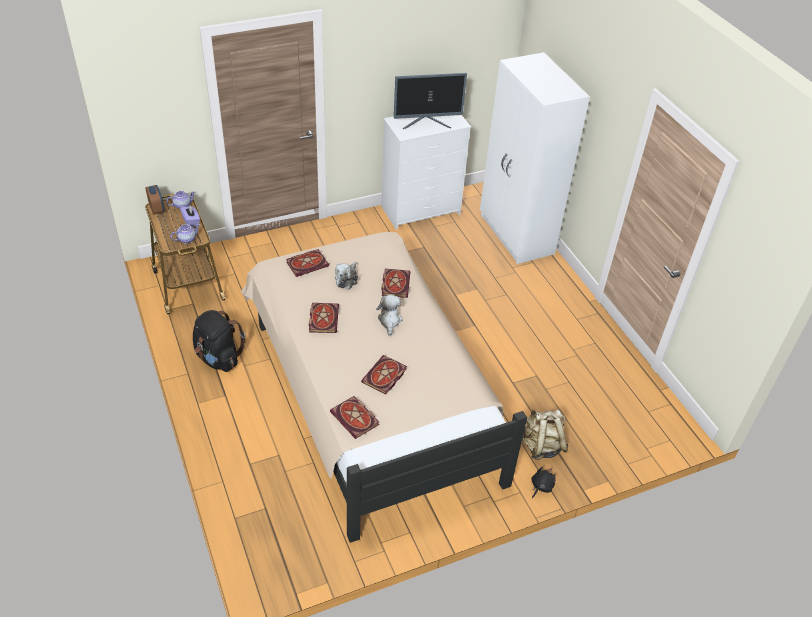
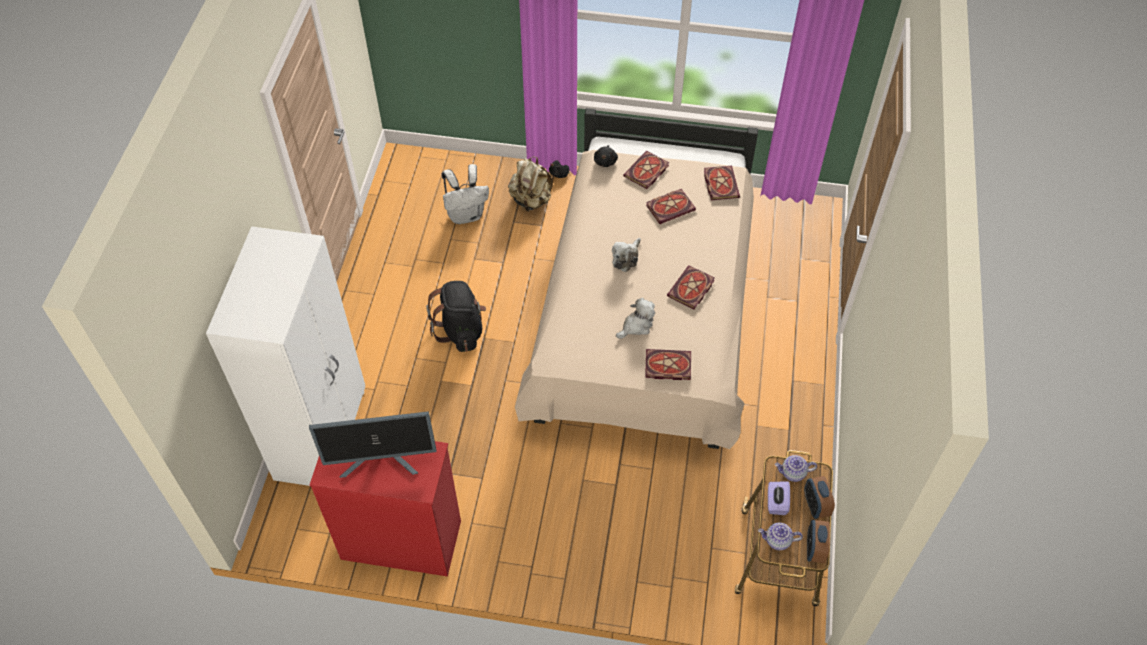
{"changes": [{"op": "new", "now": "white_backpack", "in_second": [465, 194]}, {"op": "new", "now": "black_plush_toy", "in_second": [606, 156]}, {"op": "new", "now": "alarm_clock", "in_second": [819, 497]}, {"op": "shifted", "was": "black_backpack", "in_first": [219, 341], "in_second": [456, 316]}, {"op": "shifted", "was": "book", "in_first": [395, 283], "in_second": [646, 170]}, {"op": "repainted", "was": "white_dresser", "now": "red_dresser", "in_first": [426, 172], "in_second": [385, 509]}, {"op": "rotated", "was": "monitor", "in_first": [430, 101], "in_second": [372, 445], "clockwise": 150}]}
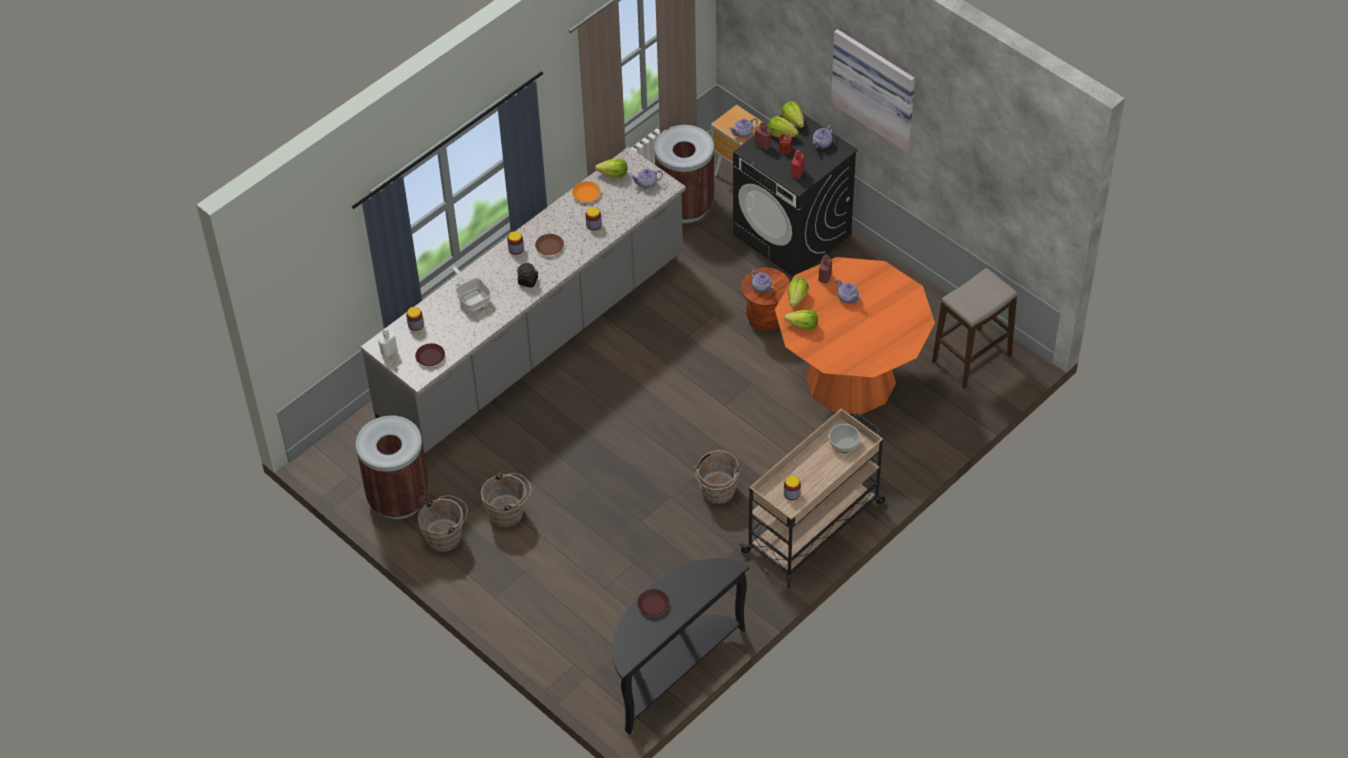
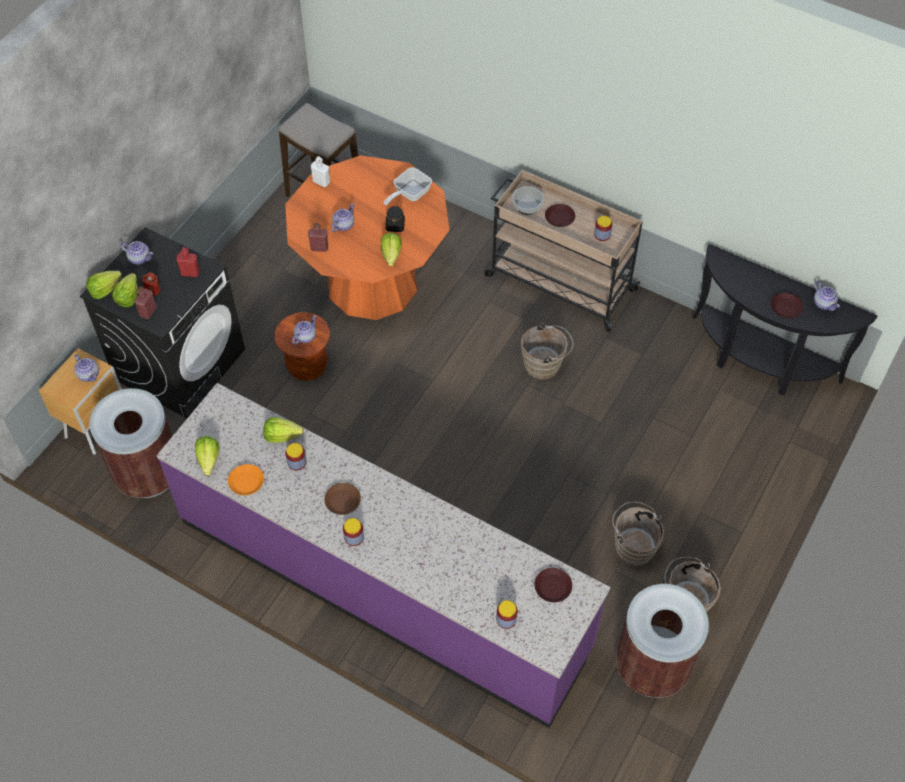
{"changes": [{"op": "gone", "was": "picture", "in_first": [873, 90]}, {"op": "new", "now": "brown_plate", "in_second": [560, 215]}, {"op": "shifted", "was": "white_bottle", "in_first": [387, 342], "in_second": [320, 171]}, {"op": "shifted", "was": "frying_pan", "in_first": [471, 288], "in_second": [408, 186]}, {"op": "shifted", "was": "black_jar", "in_first": [528, 275], "in_second": [395, 218]}, {"op": "shifted", "was": "teapot", "in_first": [646, 178], "in_second": [827, 296]}, {"op": "shifted", "was": "lettuce", "in_first": [798, 292], "in_second": [283, 430]}, {"op": "repainted", "was": "grey_counter", "now": "purple_counter", "in_first": [523, 300], "in_second": [383, 555]}]}
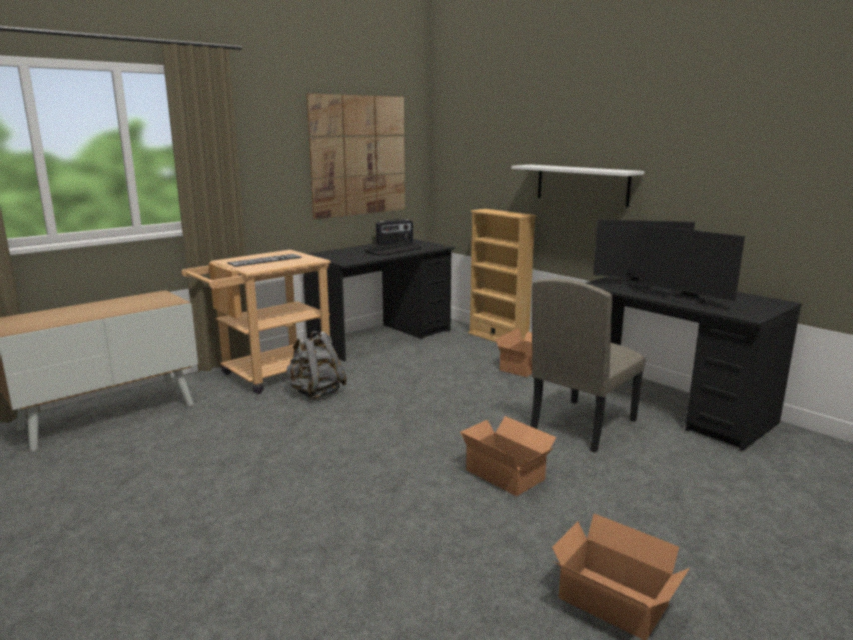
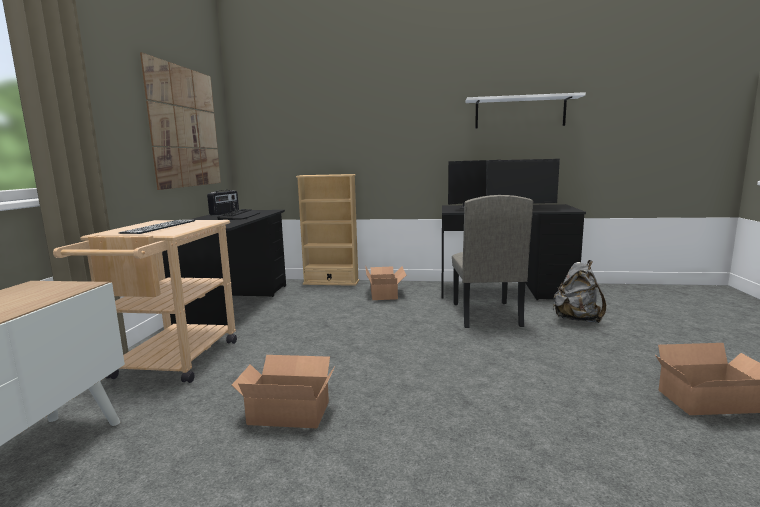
{"changes": [{"op": "shifted", "was": "grey_backpack", "in_first": [316, 365], "in_second": [579, 291]}, {"op": "shifted", "was": "cardboard_box", "in_first": [508, 456], "in_second": [283, 391]}, {"op": "shifted", "was": "white_shelf", "in_first": [578, 186], "in_second": [525, 110]}]}
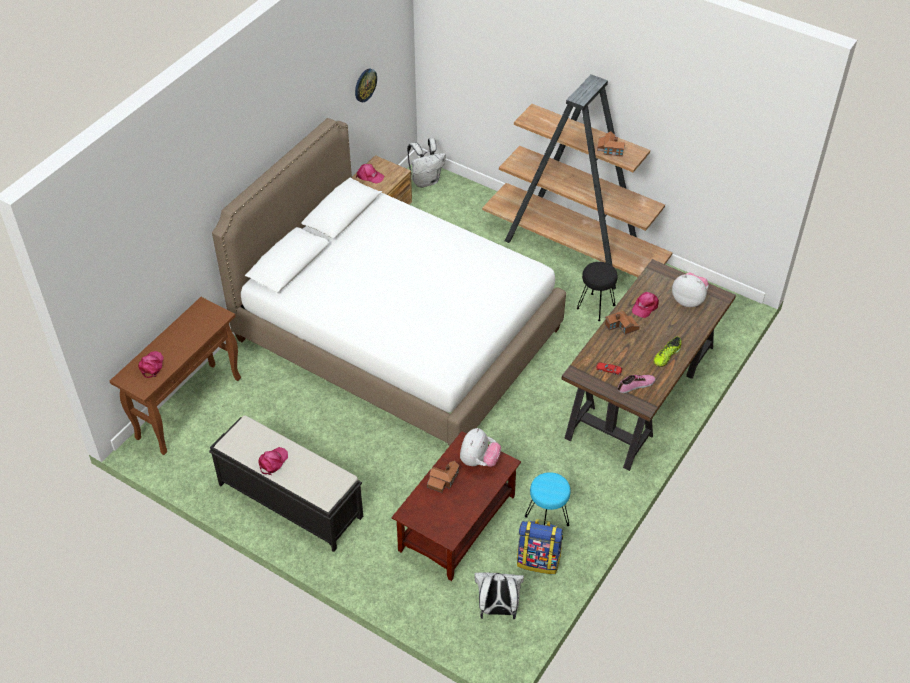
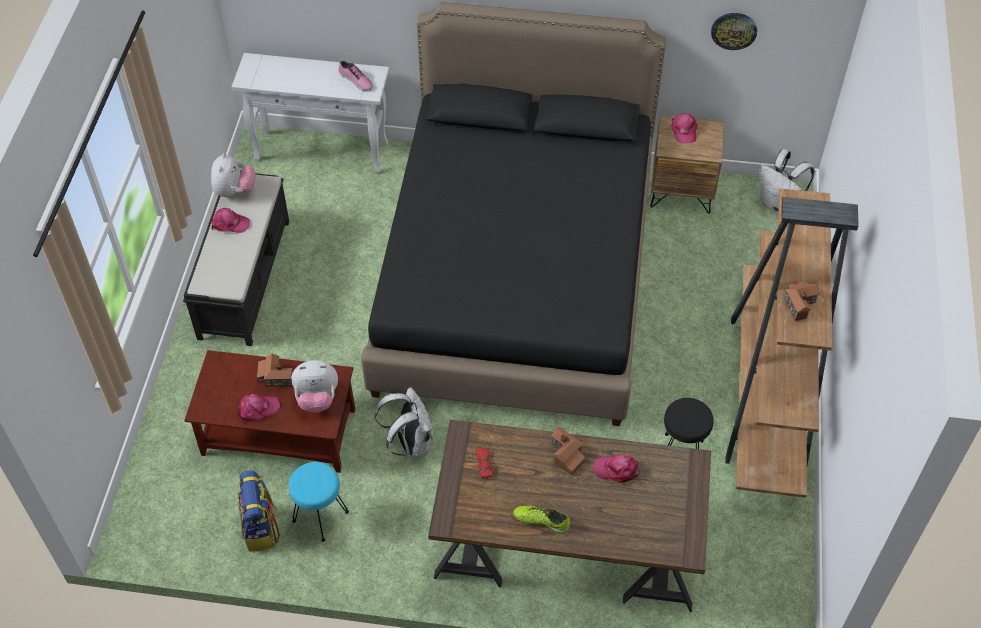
{"changes": [{"op": "shifted", "was": "pink_cap", "in_first": [151, 364], "in_second": [258, 408]}, {"op": "shifted", "was": "white_backpack", "in_first": [499, 595], "in_second": [404, 422]}, {"op": "shifted", "was": "shoe", "in_first": [636, 384], "in_second": [355, 75]}, {"op": "shifted", "was": "plush_toy", "in_first": [690, 289], "in_second": [233, 175]}, {"op": "repainted", "was": "brown_console_table", "now": "white_console_table", "in_first": [175, 376], "in_second": [310, 113]}, {"op": "repainted", "was": "white_bed", "now": "black_bed", "in_first": [389, 282], "in_second": [513, 214]}]}
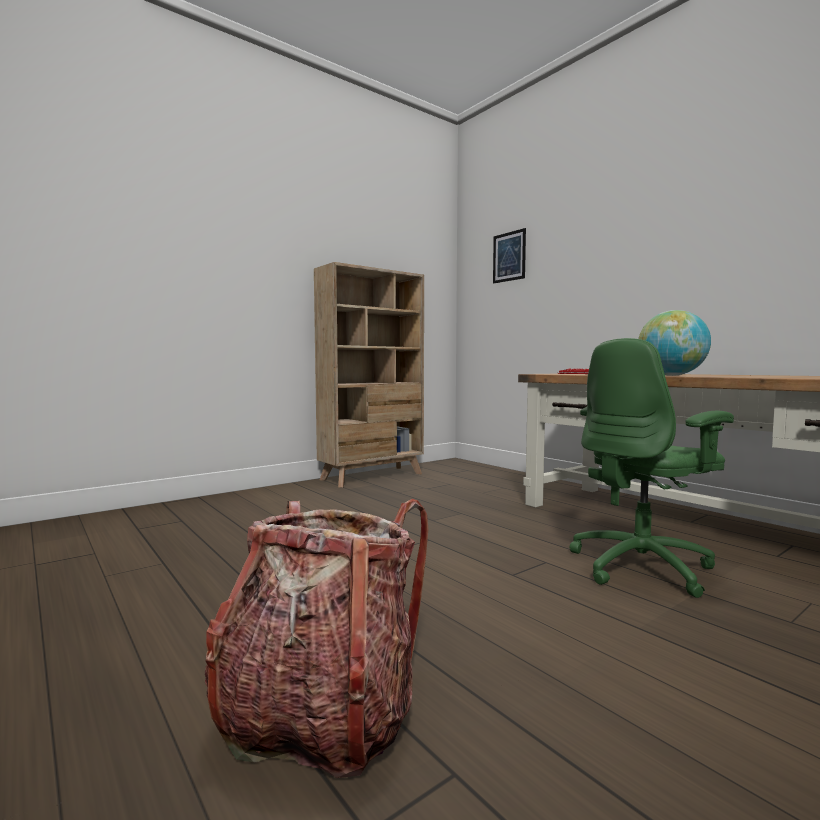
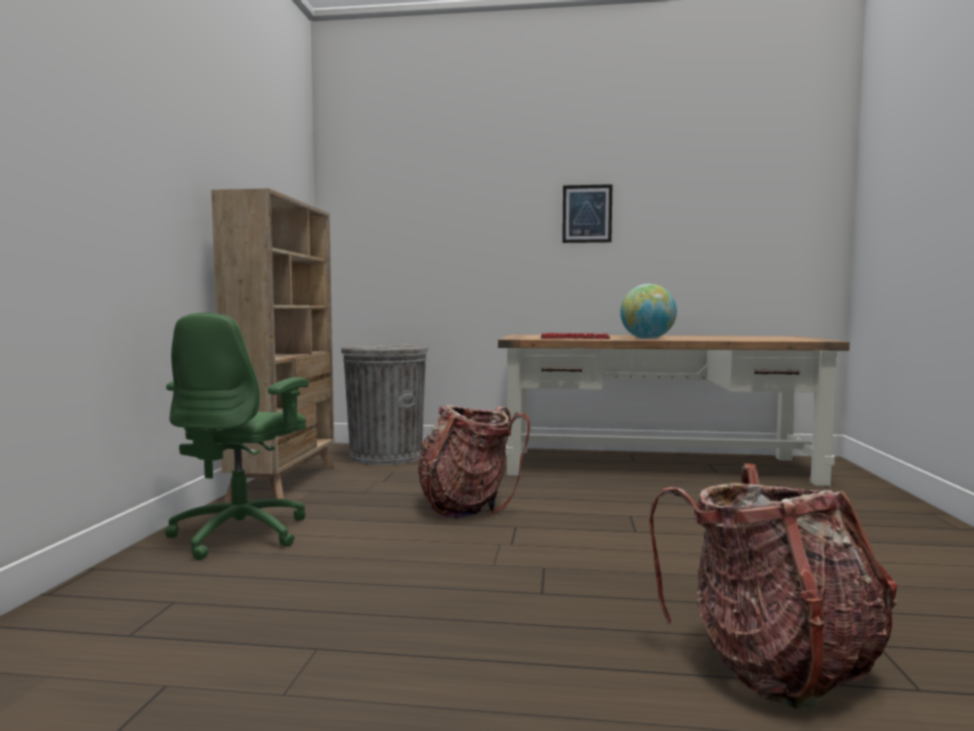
{"changes": [{"op": "new", "now": "grey_trash_can", "in_second": [384, 404]}, {"op": "new", "now": "backpack", "in_second": [474, 462]}, {"op": "shifted", "was": "picture", "in_first": [509, 256], "in_second": [587, 213]}, {"op": "shifted", "was": "green_office_chair", "in_first": [651, 468], "in_second": [237, 436]}]}
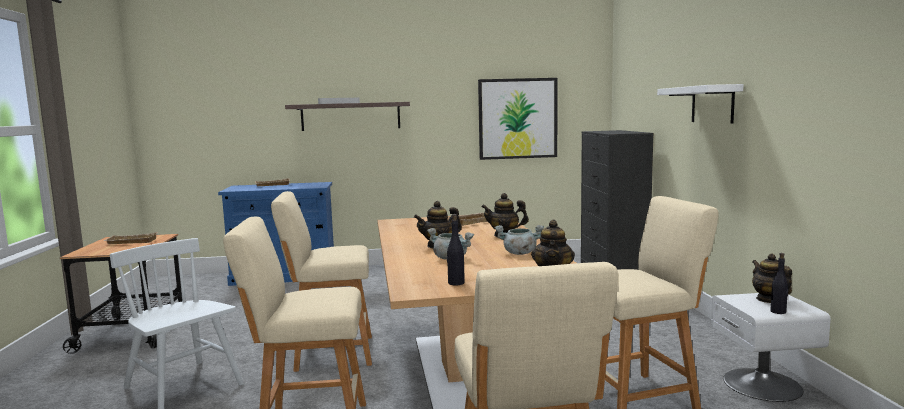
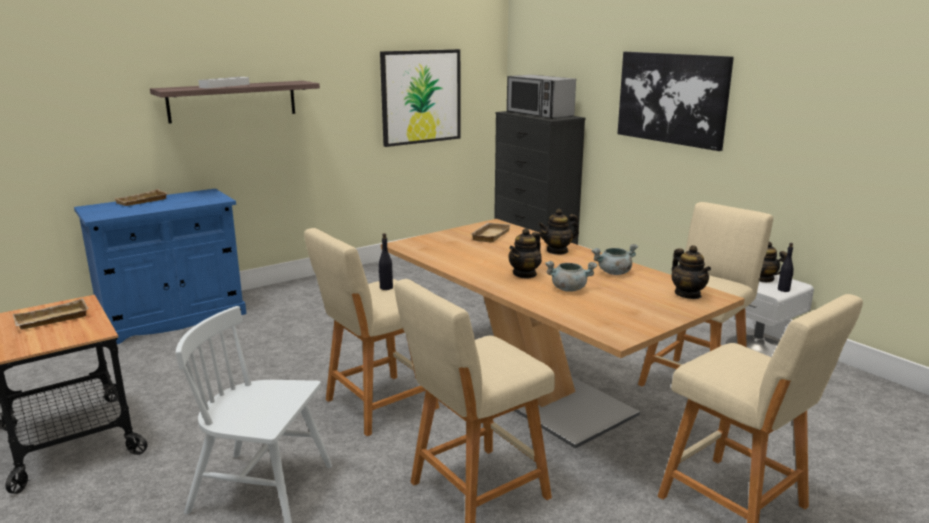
{"changes": [{"op": "new", "now": "microwave", "in_second": [541, 97]}, {"op": "shifted", "was": "black_bottle", "in_first": [456, 250], "in_second": [385, 261]}, {"op": "swapped", "was": "white_shelf", "now": "picture", "in_first": [700, 103], "in_second": [675, 101]}]}
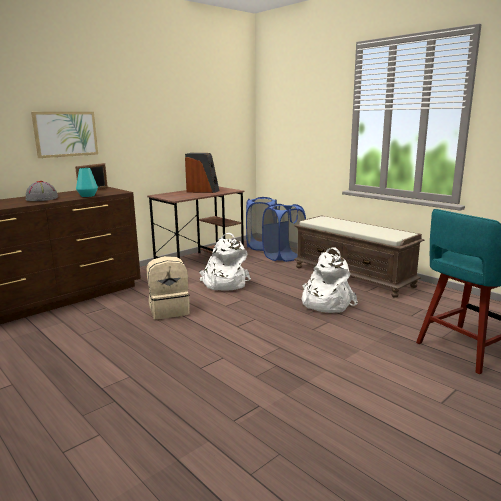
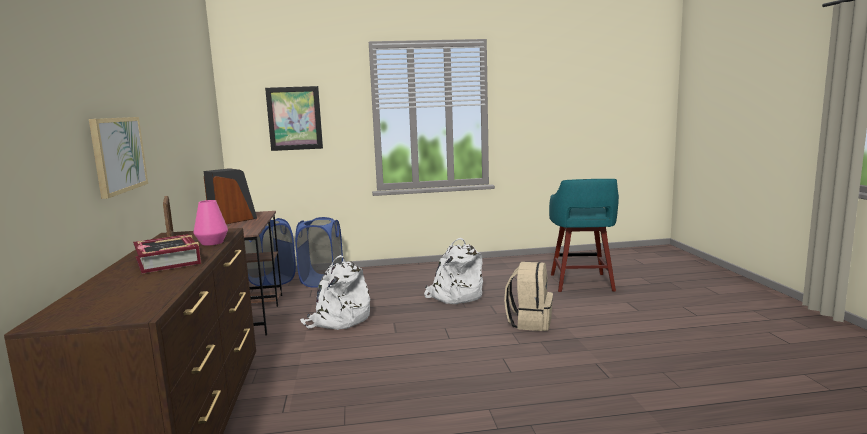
{"changes": [{"op": "gone", "was": "brown_bench", "in_first": [359, 257]}, {"op": "new", "now": "picture", "in_second": [294, 118]}, {"op": "shifted", "was": "beige_backpack", "in_first": [168, 288], "in_second": [528, 296]}, {"op": "swapped", "was": "grey_hat", "now": "book", "in_first": [41, 191], "in_second": [167, 254]}, {"op": "repainted", "was": "turquoise_vase", "now": "pink_vase", "in_first": [87, 182], "in_second": [210, 223]}]}
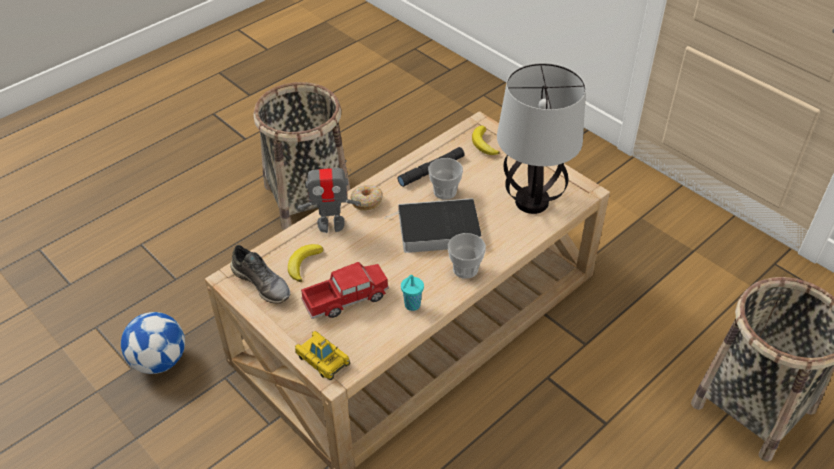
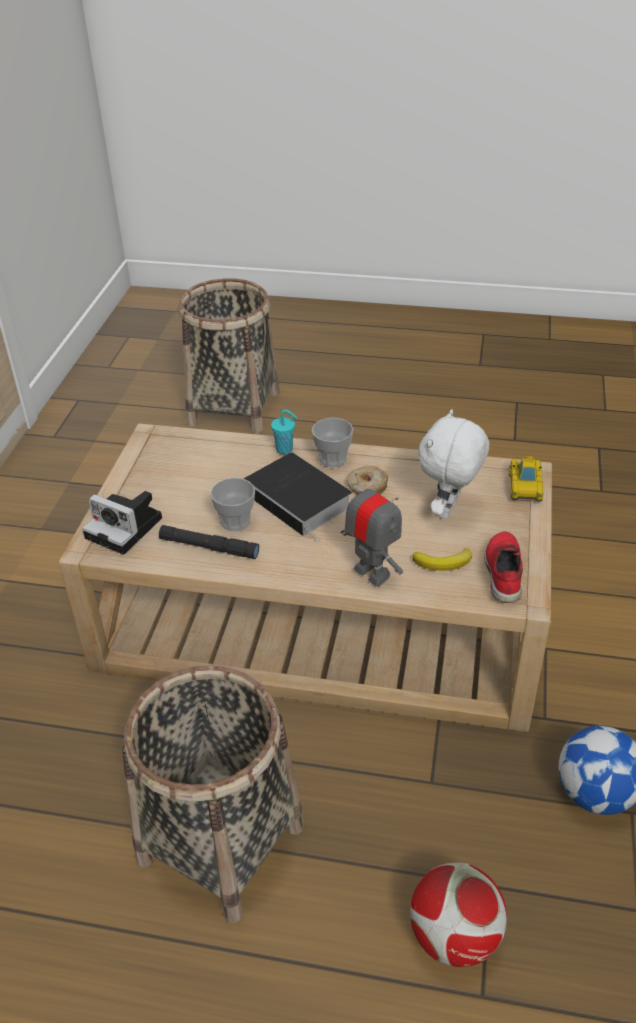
{"changes": [{"op": "gone", "was": "table_lamp", "in_first": [541, 138]}, {"op": "new", "now": "football", "in_second": [458, 915]}, {"op": "shifted", "was": "donut", "in_first": [366, 198], "in_second": [367, 480]}, {"op": "shifted", "was": "turquoise_cup", "in_first": [412, 293], "in_second": [284, 431]}, {"op": "swapped", "was": "toy_truck", "now": "white_plush_toy", "in_first": [345, 290], "in_second": [453, 464]}, {"op": "swapped", "was": "banana", "now": "photo_camera", "in_first": [486, 140], "in_second": [122, 523]}, {"op": "repainted", "was": "grey_shoe", "now": "red_shoe", "in_first": [260, 274], "in_second": [503, 567]}]}
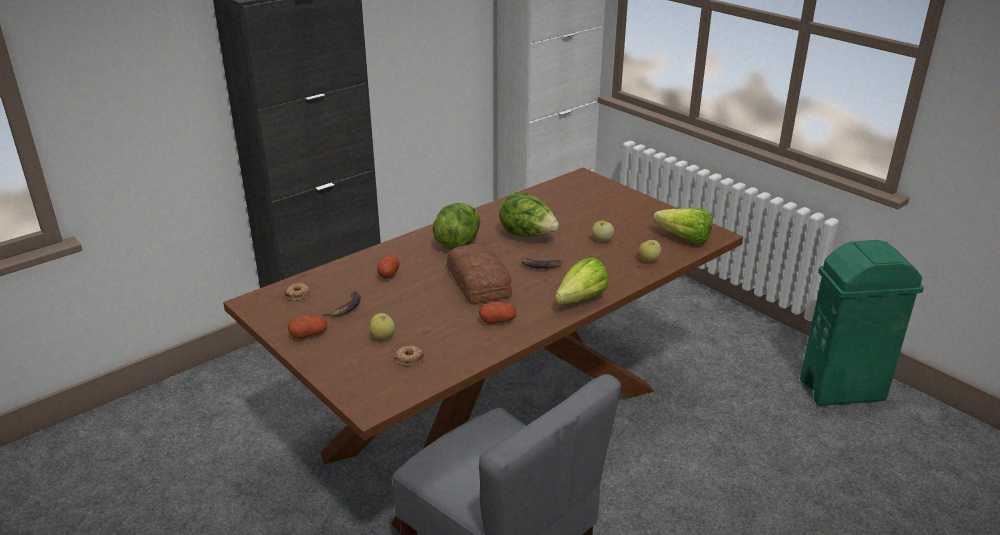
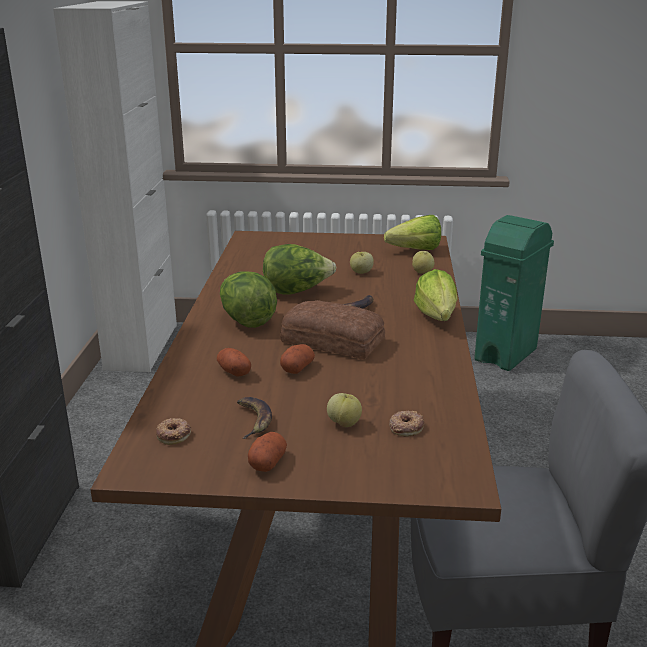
{"changes": [{"op": "shifted", "was": "potato", "in_first": [497, 313], "in_second": [297, 359]}]}
